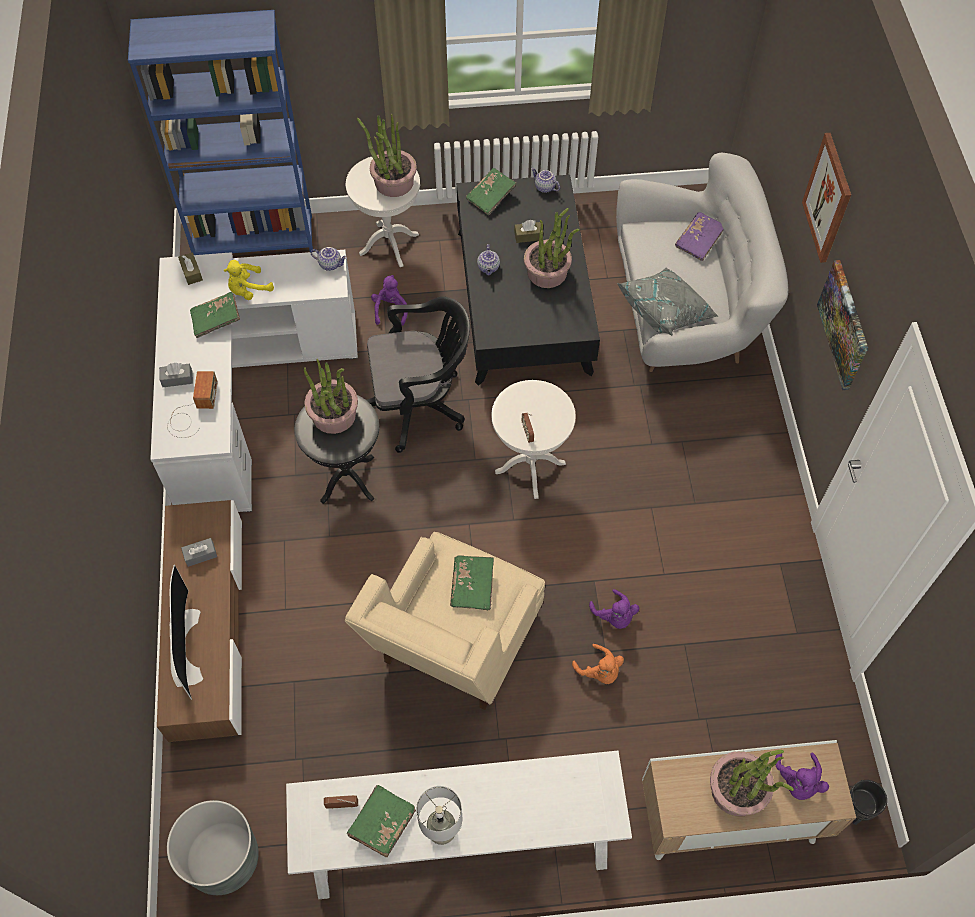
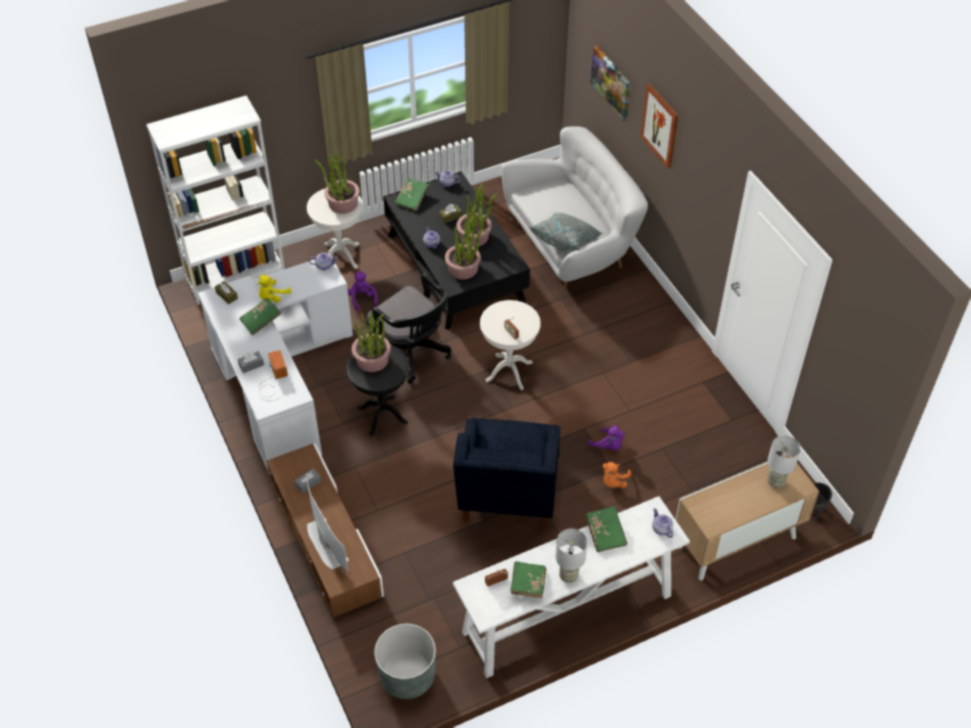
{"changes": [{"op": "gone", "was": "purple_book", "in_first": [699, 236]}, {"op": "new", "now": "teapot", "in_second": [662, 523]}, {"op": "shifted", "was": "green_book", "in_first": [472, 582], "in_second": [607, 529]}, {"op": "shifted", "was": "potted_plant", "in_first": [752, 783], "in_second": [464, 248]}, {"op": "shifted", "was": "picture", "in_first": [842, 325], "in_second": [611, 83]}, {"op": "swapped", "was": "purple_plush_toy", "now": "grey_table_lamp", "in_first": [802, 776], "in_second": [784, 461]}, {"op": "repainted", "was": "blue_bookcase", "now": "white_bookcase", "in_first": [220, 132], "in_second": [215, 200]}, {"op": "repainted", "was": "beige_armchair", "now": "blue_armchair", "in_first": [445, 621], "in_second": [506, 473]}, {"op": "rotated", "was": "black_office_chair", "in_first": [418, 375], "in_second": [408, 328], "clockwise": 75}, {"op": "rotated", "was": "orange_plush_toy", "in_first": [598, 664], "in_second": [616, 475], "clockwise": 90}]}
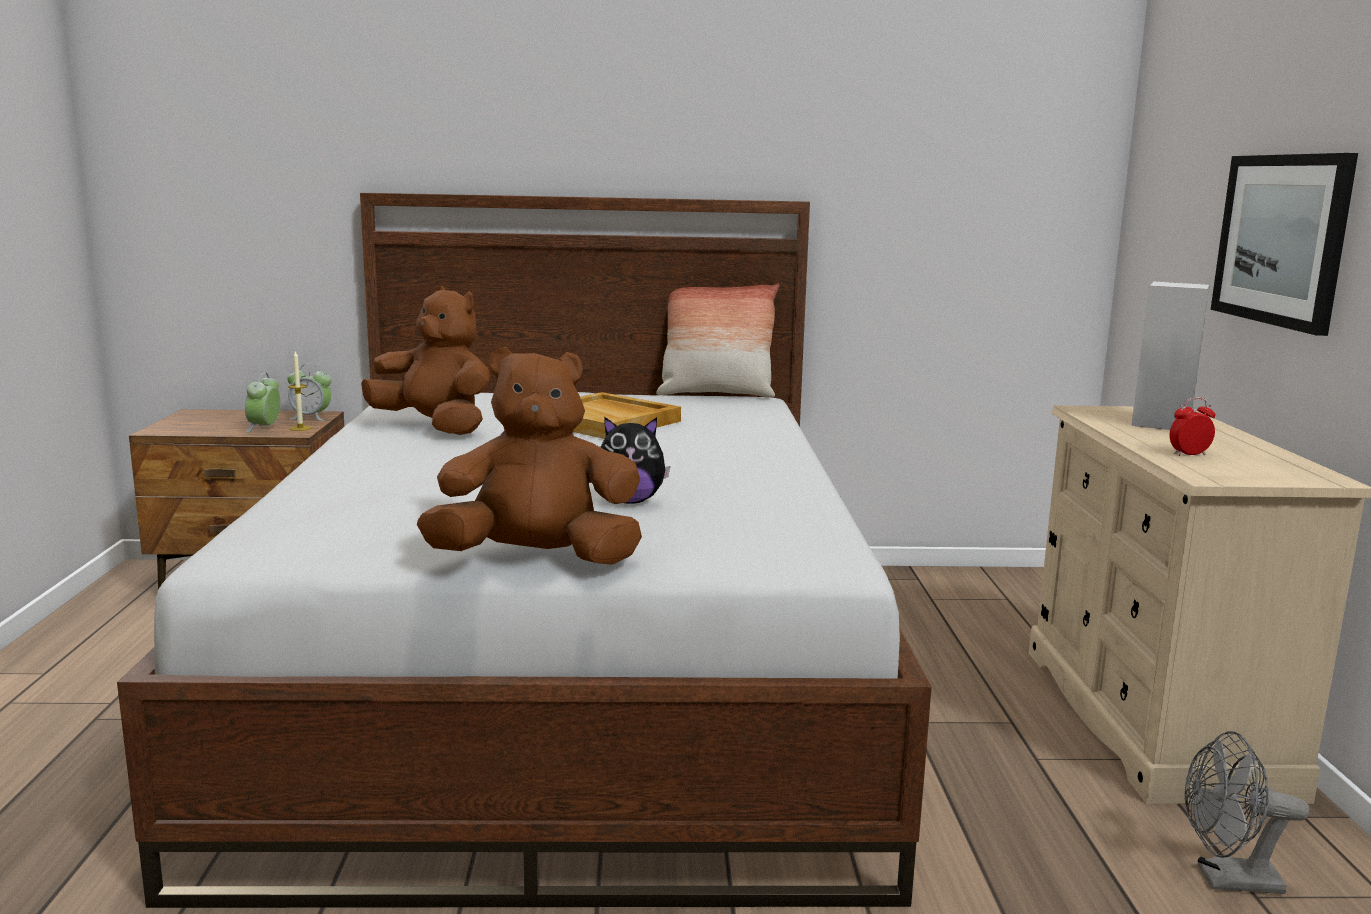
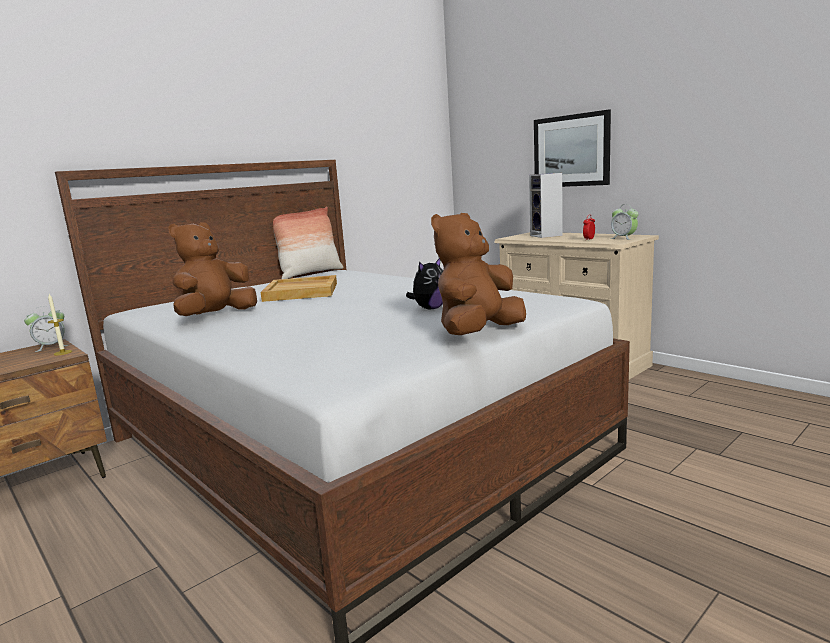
{"changes": [{"op": "gone", "was": "grey_fan", "in_first": [1247, 812]}, {"op": "shifted", "was": "alarm_clock", "in_first": [262, 402], "in_second": [625, 222]}, {"op": "rotated", "was": "brown_plush_toy", "in_first": [425, 360], "in_second": [212, 269], "clockwise": -45}]}
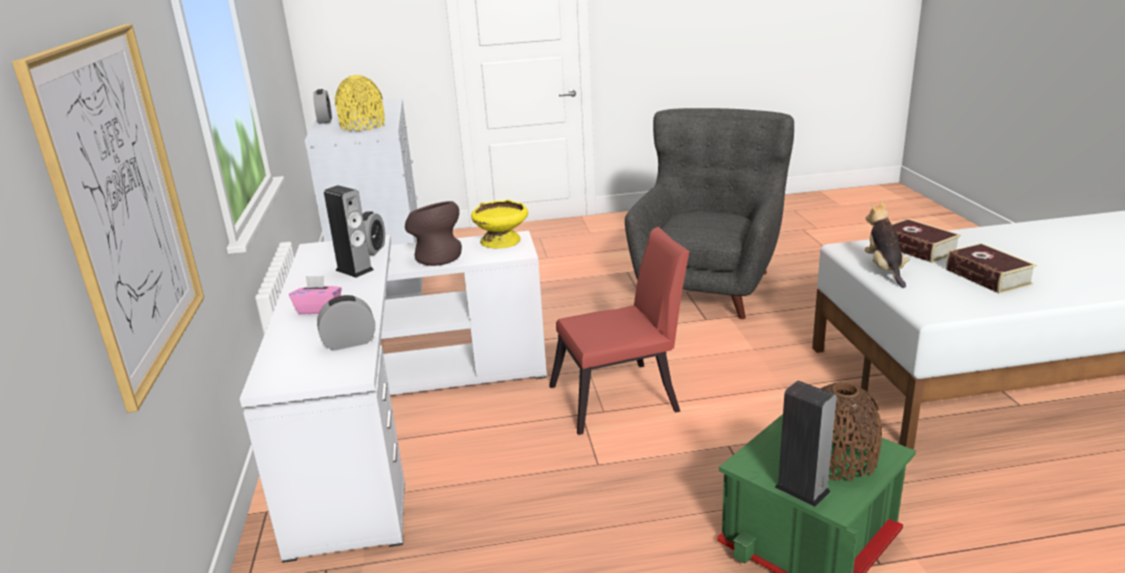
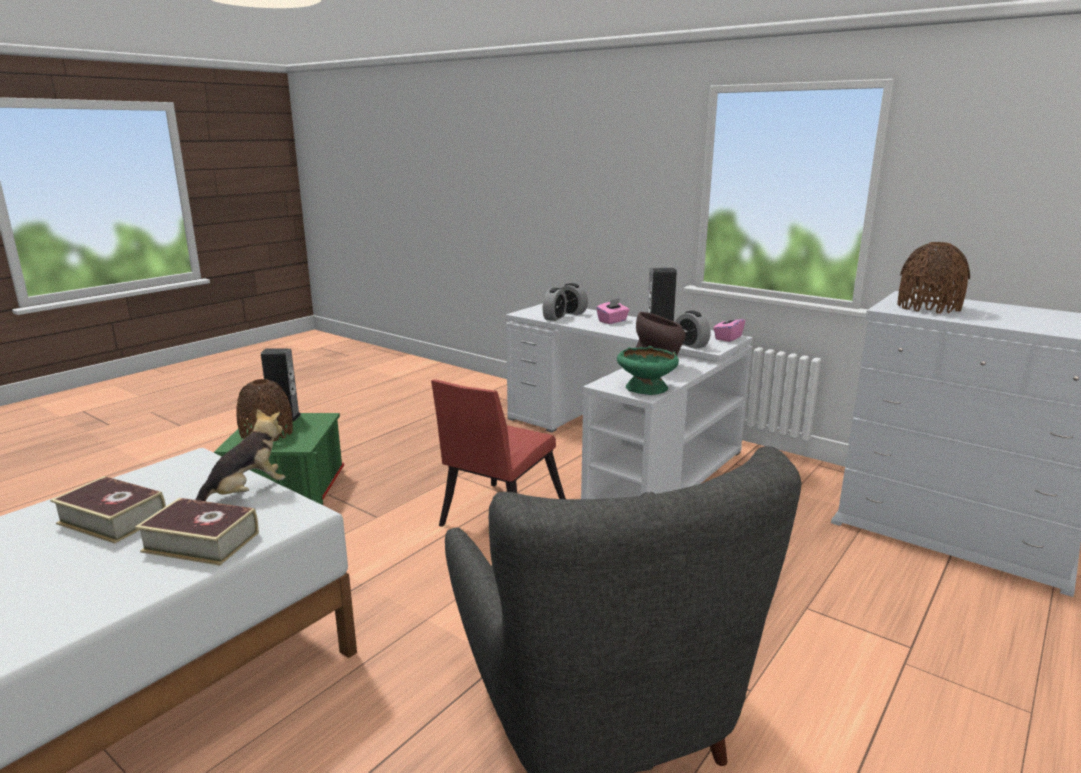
{"changes": [{"op": "gone", "was": "picture", "in_first": [108, 218]}, {"op": "new", "now": "pink_tissue_box", "in_second": [729, 327]}, {"op": "shifted", "was": "alarm_clock", "in_first": [322, 106], "in_second": [574, 299]}, {"op": "repainted", "was": "yellow_vase", "now": "brown_vase", "in_first": [360, 103], "in_second": [933, 278]}, {"op": "repainted", "was": "yellow_bowl", "now": "green_bowl", "in_first": [499, 223], "in_second": [648, 370]}, {"op": "rotated", "was": "plush_toy", "in_first": [887, 244], "in_second": [240, 455], "clockwise": -90}]}
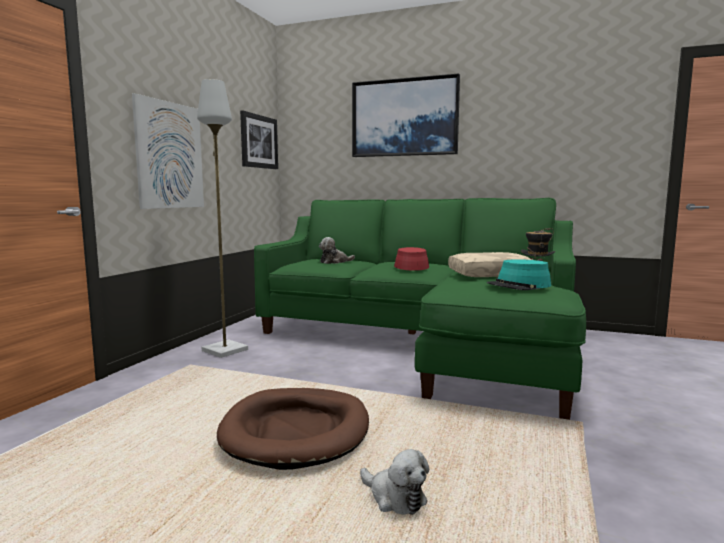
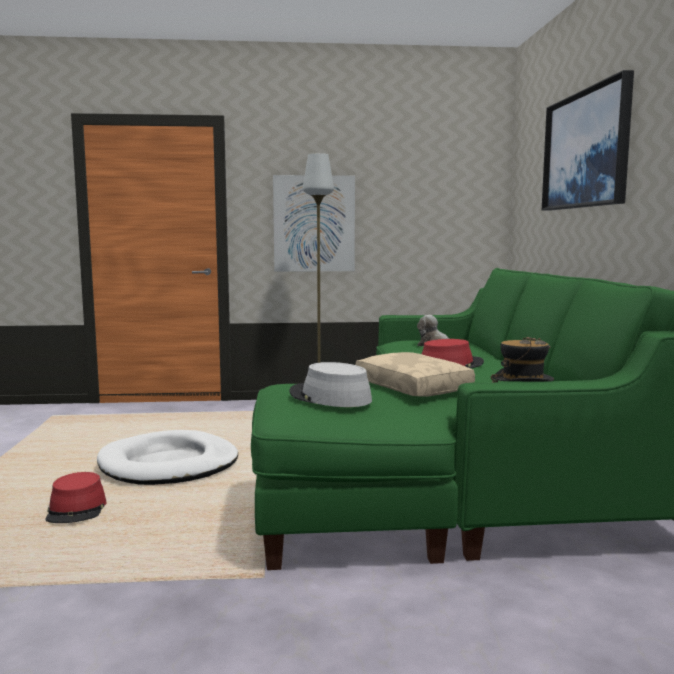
{"changes": [{"op": "gone", "was": "picture", "in_first": [259, 139]}, {"op": "swapped", "was": "plush_toy", "now": "red_hat", "in_first": [394, 482], "in_second": [75, 497]}, {"op": "repainted", "was": "brown_dog_bed", "now": "white_dog_bed", "in_first": [293, 429], "in_second": [167, 457]}, {"op": "repainted", "was": "turquoise_hat", "now": "grey_hat", "in_first": [519, 274], "in_second": [330, 384]}]}
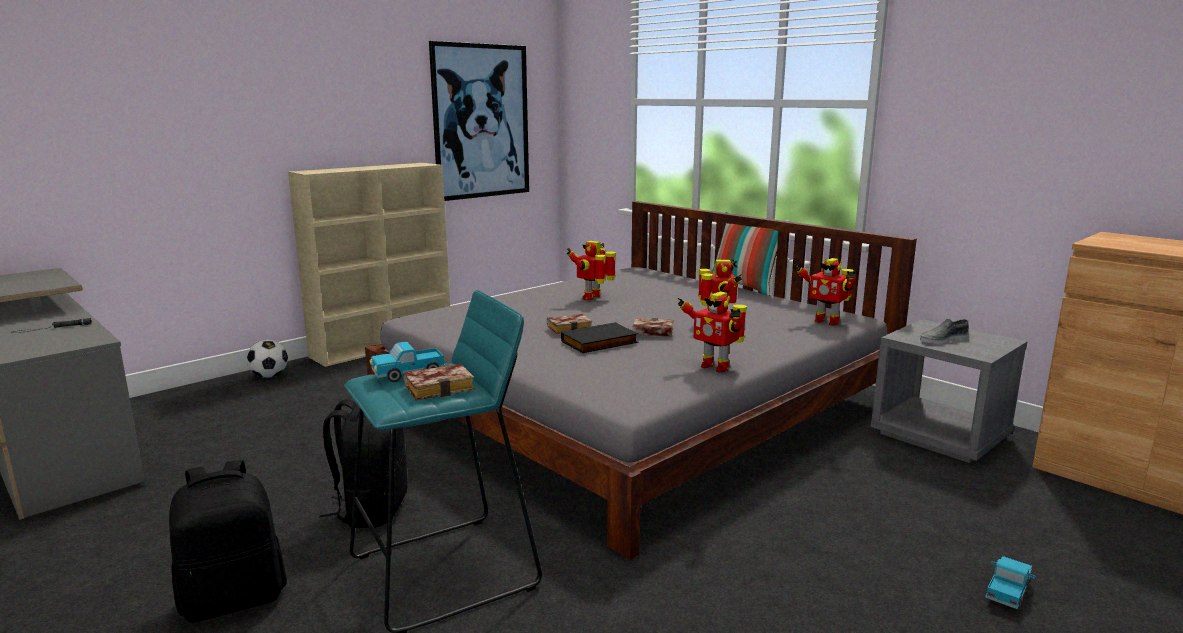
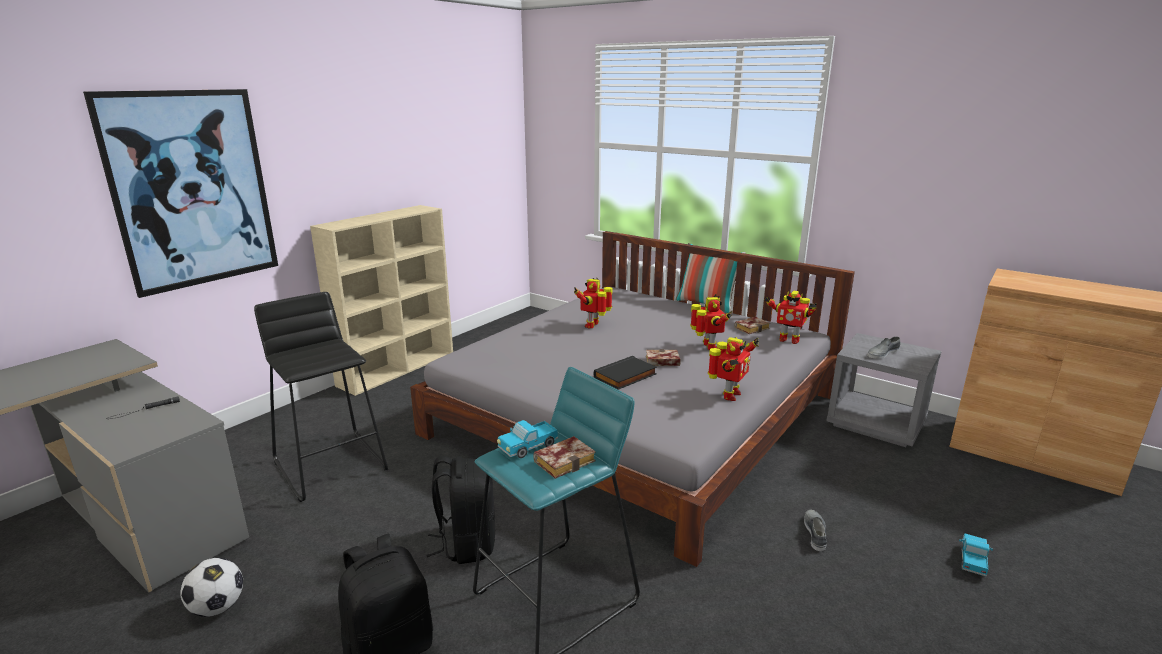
{"changes": [{"op": "new", "now": "black_stool", "in_second": [321, 397]}, {"op": "new", "now": "grey_shoe", "in_second": [815, 530]}, {"op": "shifted", "was": "football", "in_first": [267, 359], "in_second": [211, 587]}, {"op": "shifted", "was": "picture", "in_first": [479, 121], "in_second": [180, 193]}, {"op": "shifted", "was": "book", "in_first": [569, 324], "in_second": [752, 325]}, {"op": "rotated", "was": "toy_robot", "in_first": [712, 332], "in_second": [733, 369], "clockwise": -90}]}
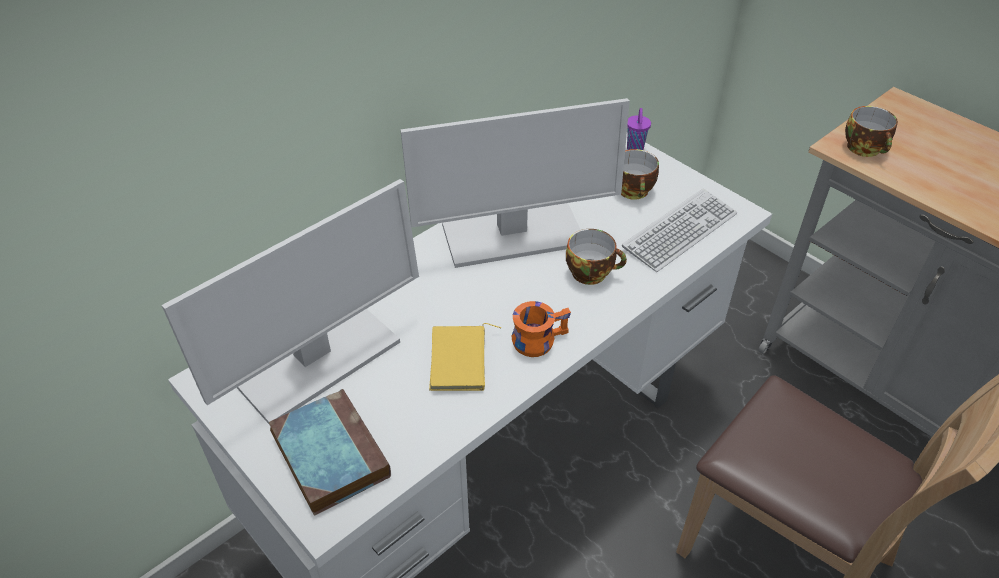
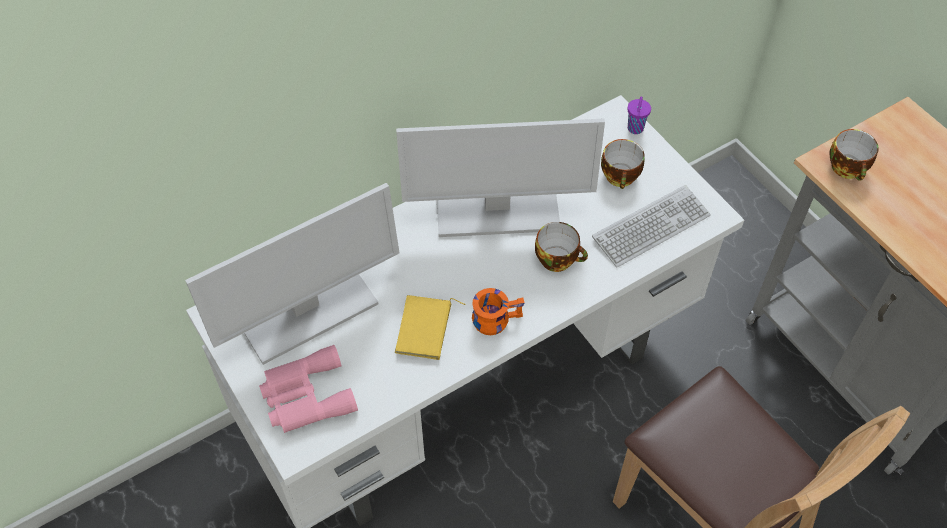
{"changes": [{"op": "swapped", "was": "book", "now": "pink_binoculars", "in_first": [330, 452], "in_second": [308, 389]}]}
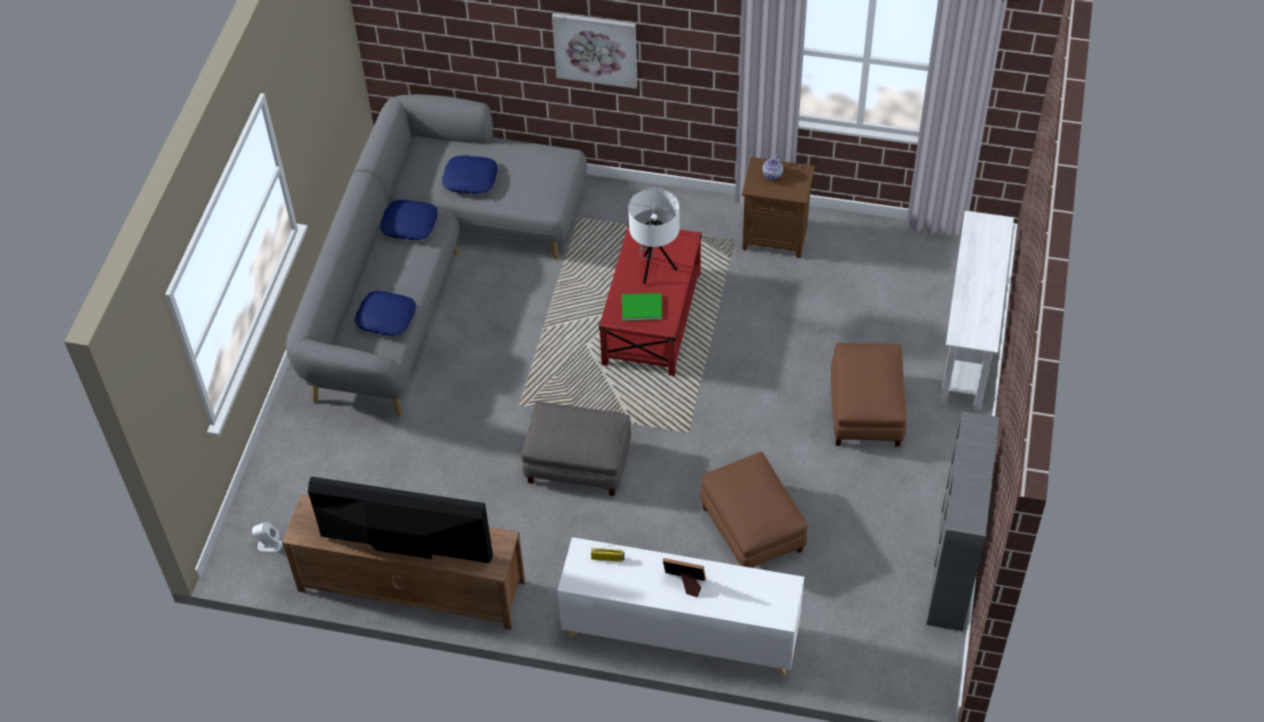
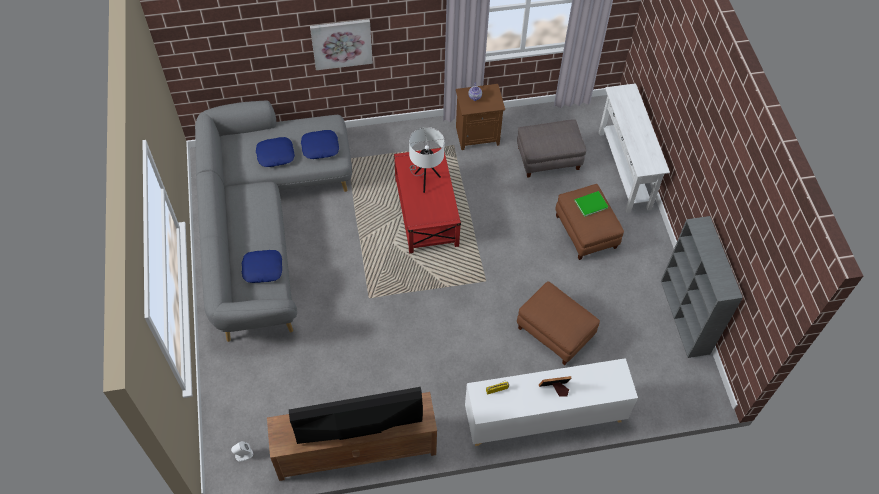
{"changes": [{"op": "shifted", "was": "blue_pillow", "in_first": [409, 220], "in_second": [320, 144]}, {"op": "shifted", "was": "grey_ottoman", "in_first": [576, 448], "in_second": [552, 148]}, {"op": "shifted", "was": "green_book", "in_first": [642, 307], "in_second": [591, 204]}]}
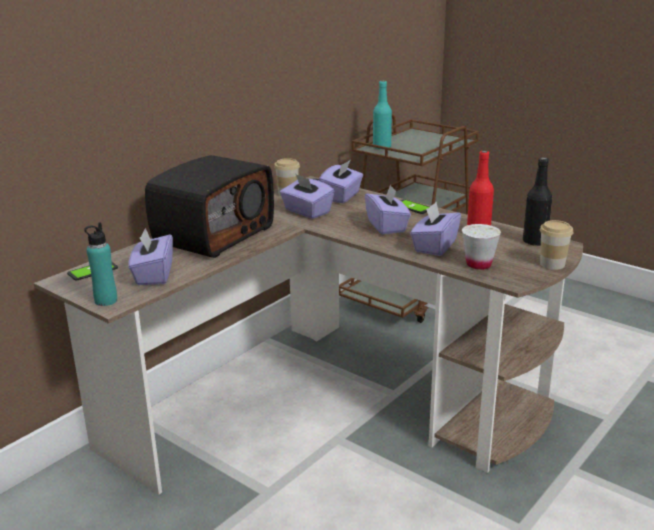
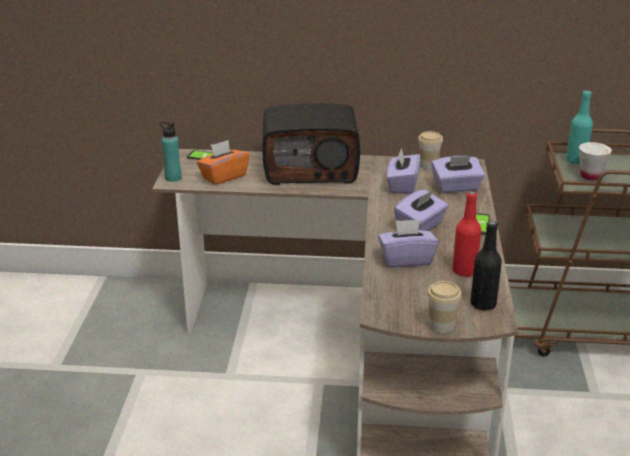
{"changes": [{"op": "shifted", "was": "white_cup", "in_first": [481, 247], "in_second": [595, 161]}, {"op": "repainted", "was": "purple_tissue_box", "now": "orange_tissue_box", "in_first": [150, 256], "in_second": [223, 162]}]}
